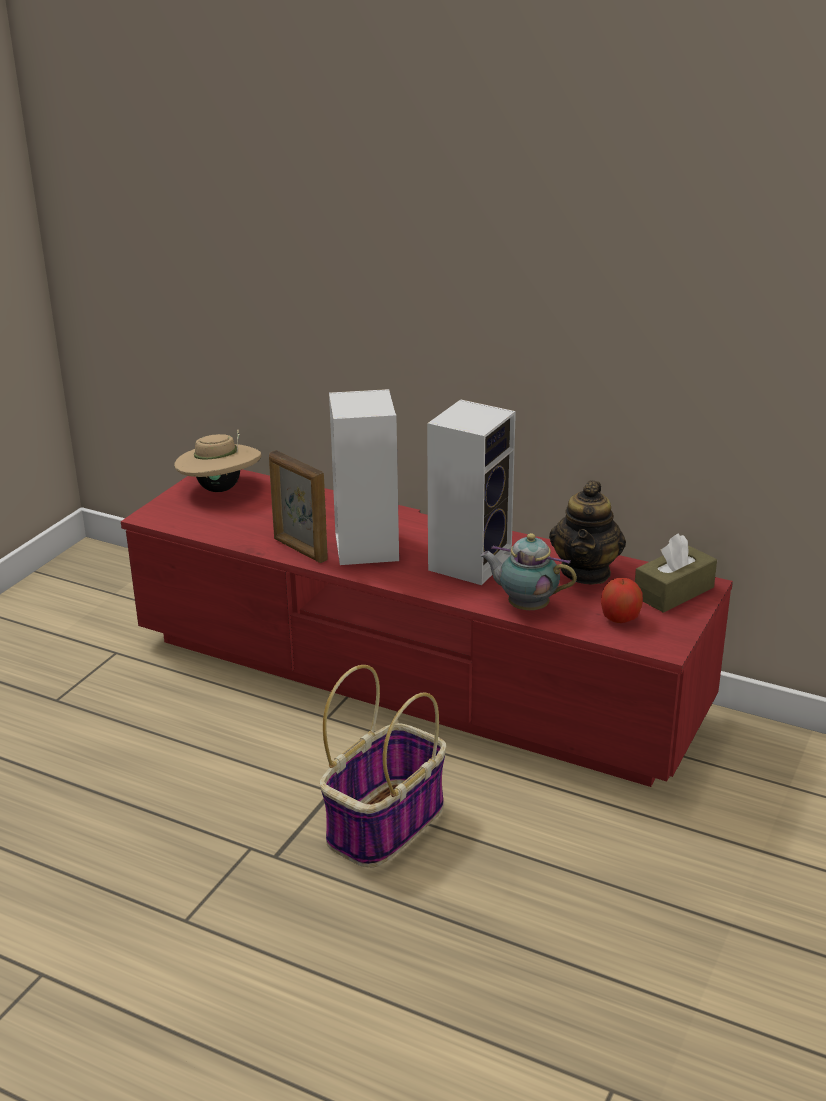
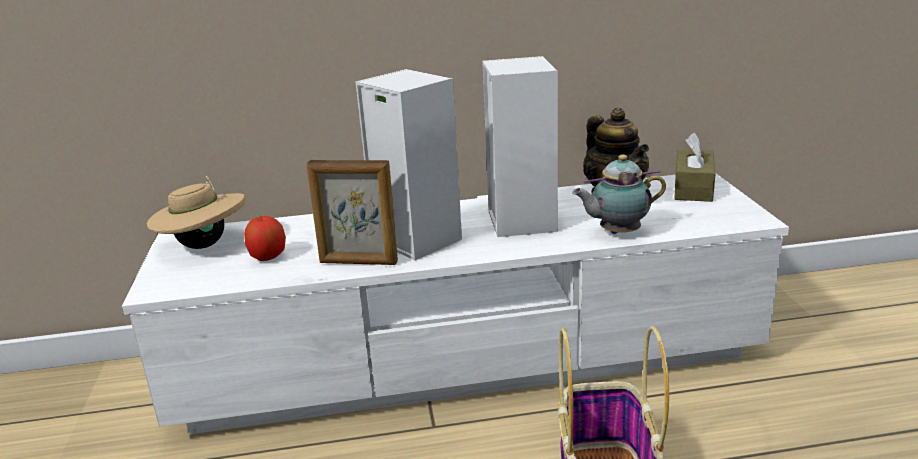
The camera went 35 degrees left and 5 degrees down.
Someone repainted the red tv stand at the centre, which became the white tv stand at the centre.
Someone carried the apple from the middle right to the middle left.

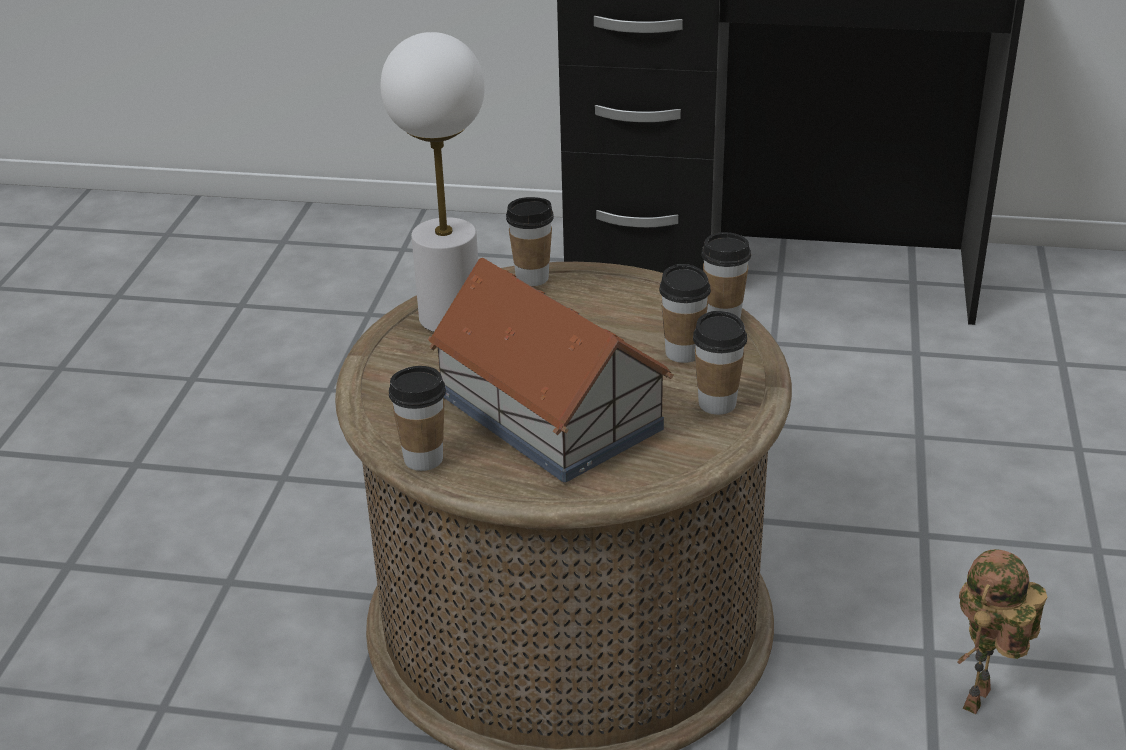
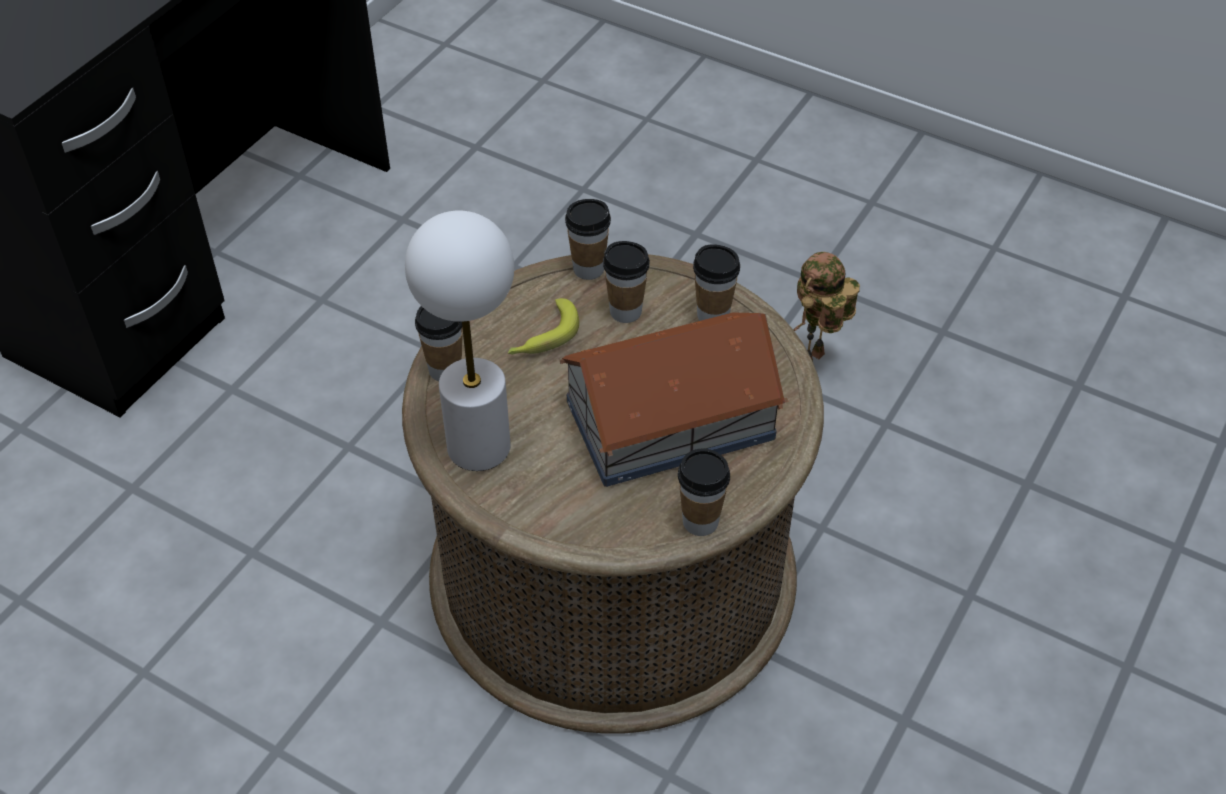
The camera went 70 degrees left and 15 degrees up.
Someone put down the banana at the centre.
Someone rotated the toy robot at the bottom right by 75 degrees clockwise.

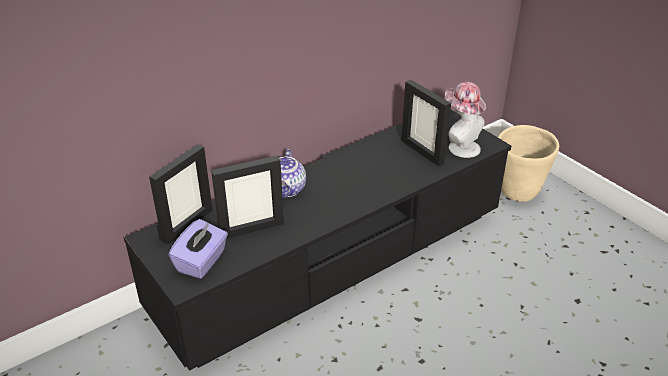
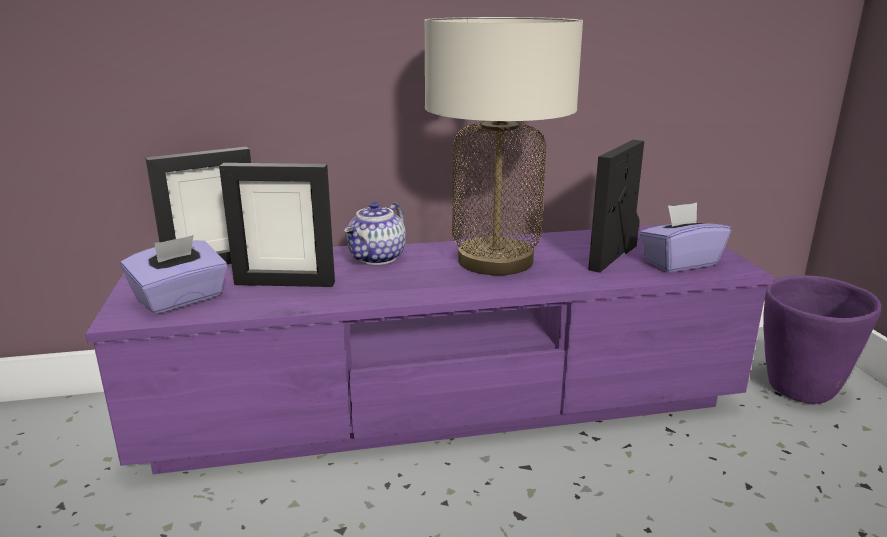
The camera went 25 degrees right and 15 degrees down.
Someone repainted the black tv stand at the centre, which became the purple tv stand at the centre.
Someone put down the table lamp at the top centre.
Someone rotated the picture frame (3rd from left) at the top centre by 45 degrees clockwise.
Someone swapped the hat at the top right for the purple tissue box (2nd from left) at the middle right.
Someone repainted the beige planter at the middle right, which became the purple planter at the middle right.

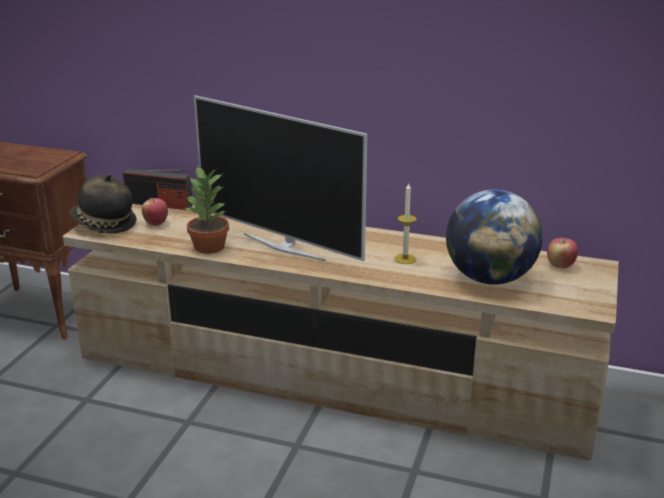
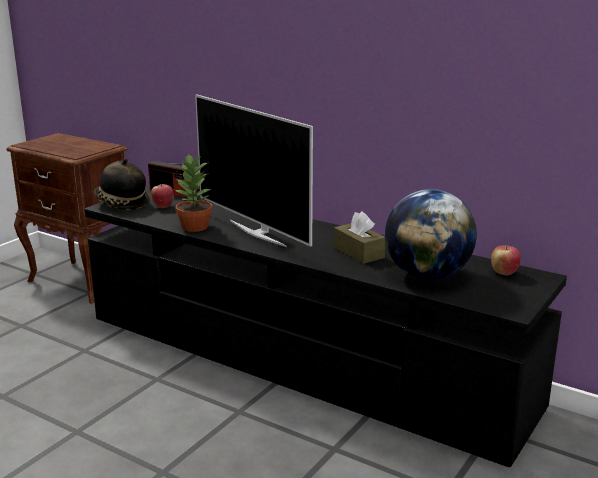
The camera went 15 degrees right and 5 degrees down.
Someone repainted the beige tv stand at the bottom centre, which became the black tv stand at the bottom centre.
Someone swapped the candle at the centre for the brown tissue box at the centre.

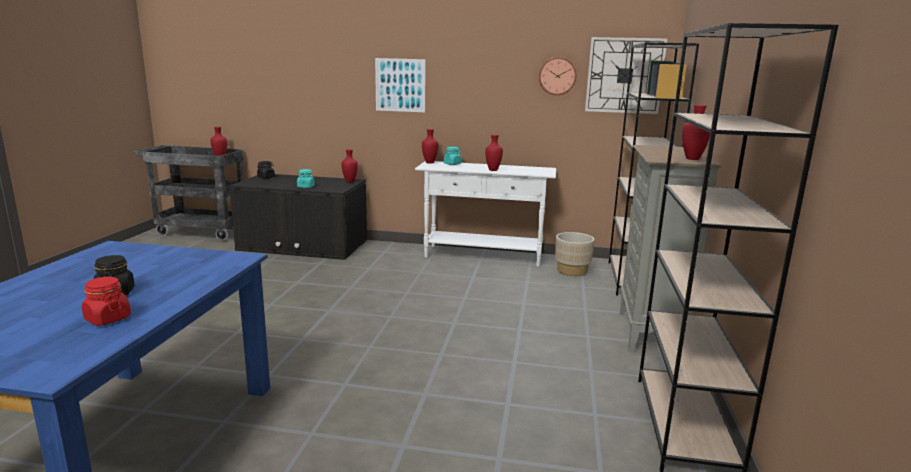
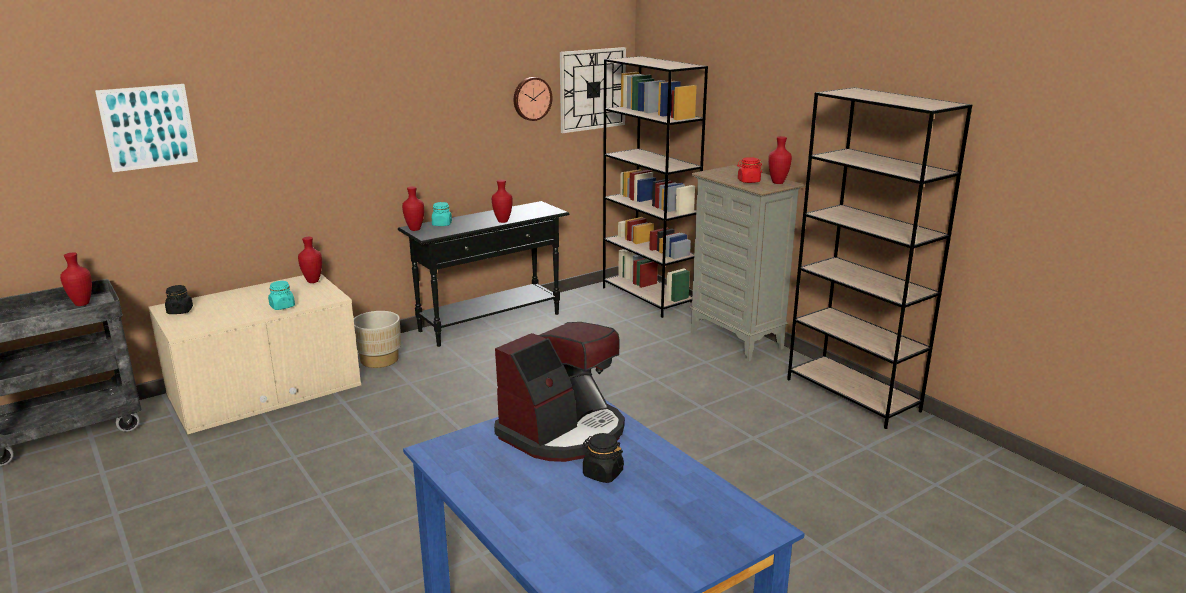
The camera went 45 degrees left and 5 degrees up.
Someone carried the picture from the top centre to the top left.
Someone repainted the black cabinet at the middle left, which became the beige cabinet at the middle left.
Someone carried the beige planter from the centre to the middle left.
Someone repainted the white console table at the centre, which became the black console table at the centre.
Someone put down the coffee machine at the centre.
Someone carried the red jar from the middle left to the top centre.

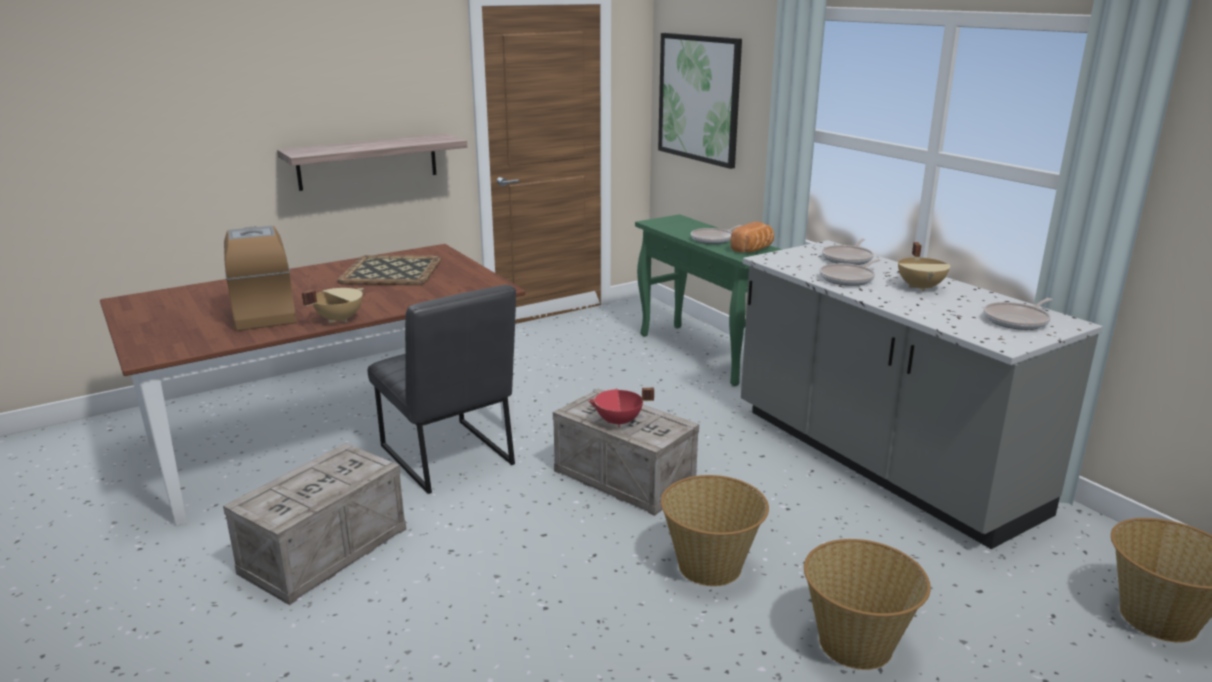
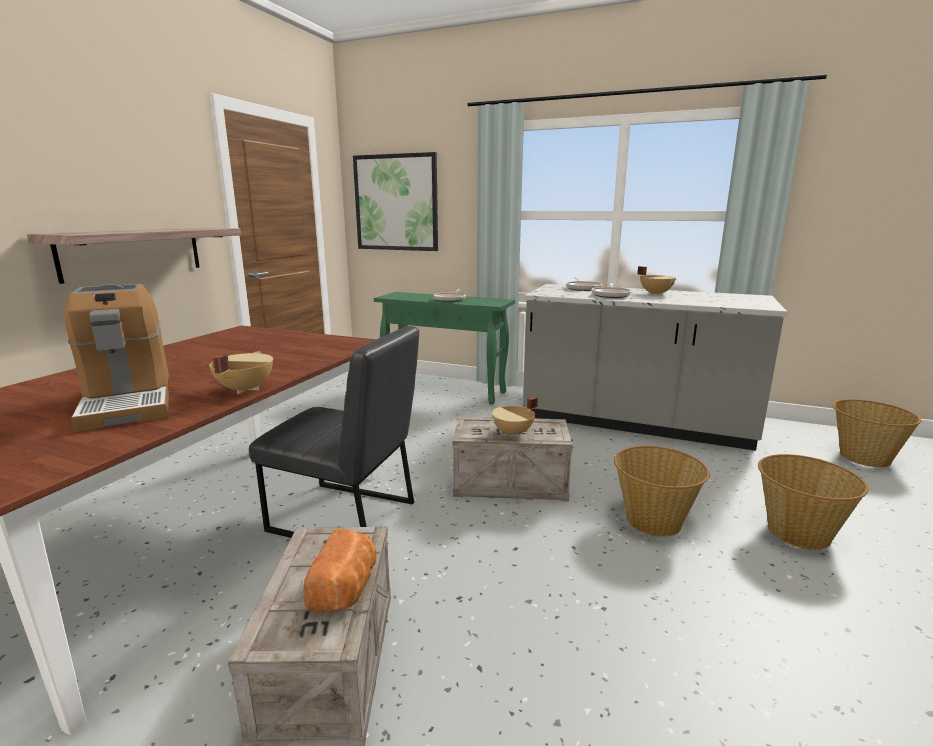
The camera went 35 degrees left and 5 degrees down.
Someone rotated the coffee machine at the middle left by 150 degrees counterclockwise.
Someone carried the bread from the centre to the bottom centre.
Someone repainted the red cooking pot at the centre, which became the beige cooking pot (2nd from left) at the centre.
Someone took away the tray at the middle left.
Someone took away the frying pan (4th from left) at the middle right.

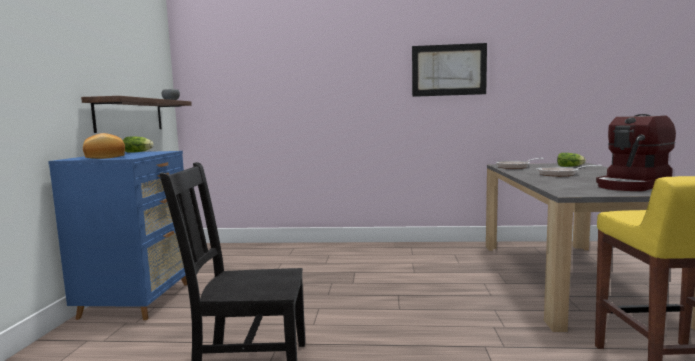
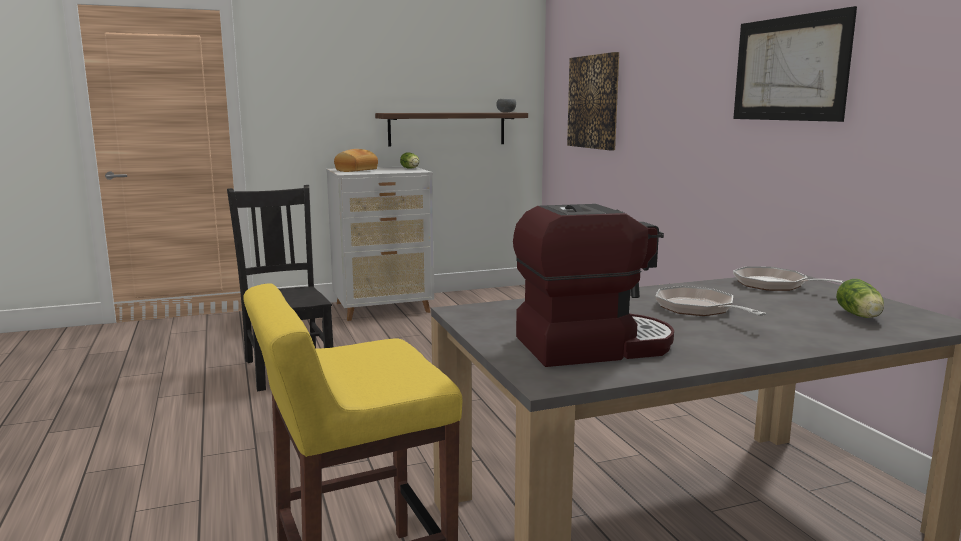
The camera went 65 degrees right and 5 degrees up.
Someone repainted the blue dresser at the middle left, which became the white dresser at the centre.
Someone rotated the coffee machine at the middle right by 135 degrees clockwise.
Someone put up the picture (1st from left) at the top centre.

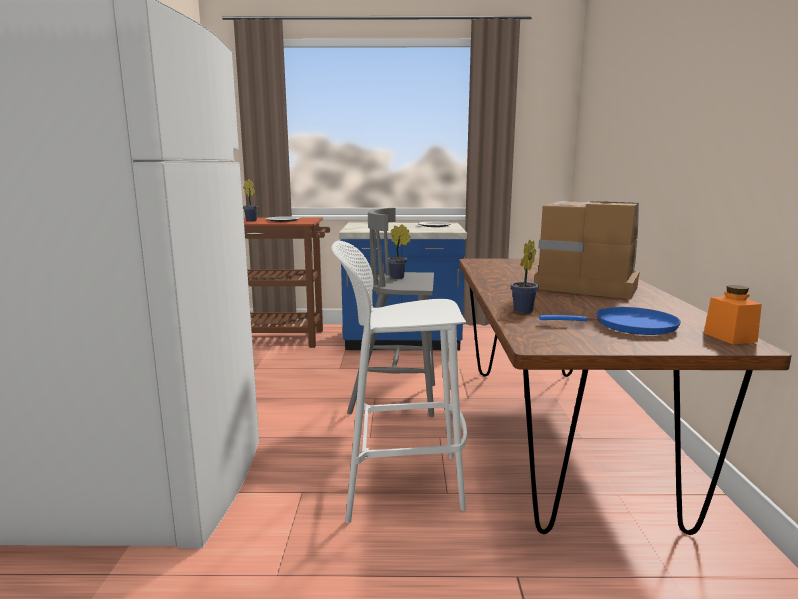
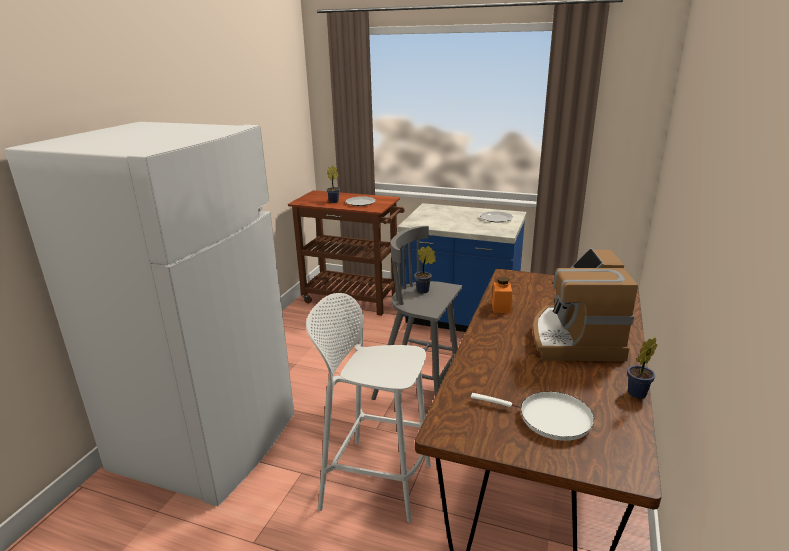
The camera went 20 degrees right and 10 degrees up.
Someone repainted the blue frying pan at the middle right, which became the white frying pan at the bottom right.
Someone carried the orange jar from the middle right to the centre.
Someone rotated the coffee machine at the middle right by 135 degrees counterclockwise.
Someone carried the potted plant (3rd from left) from the centre to the bottom right.

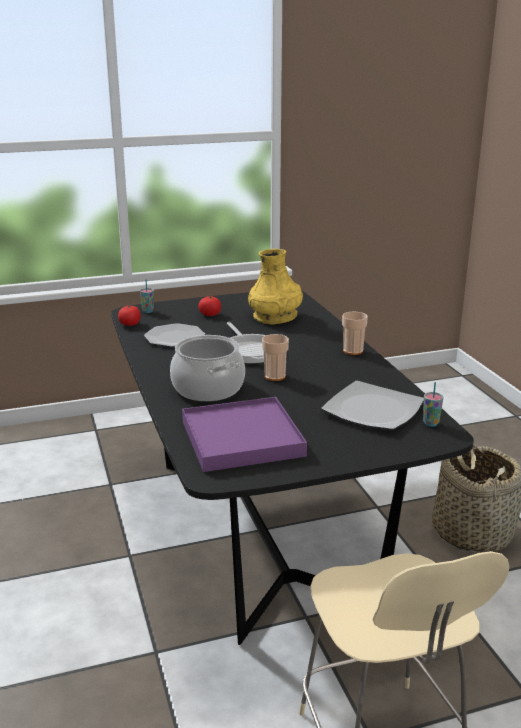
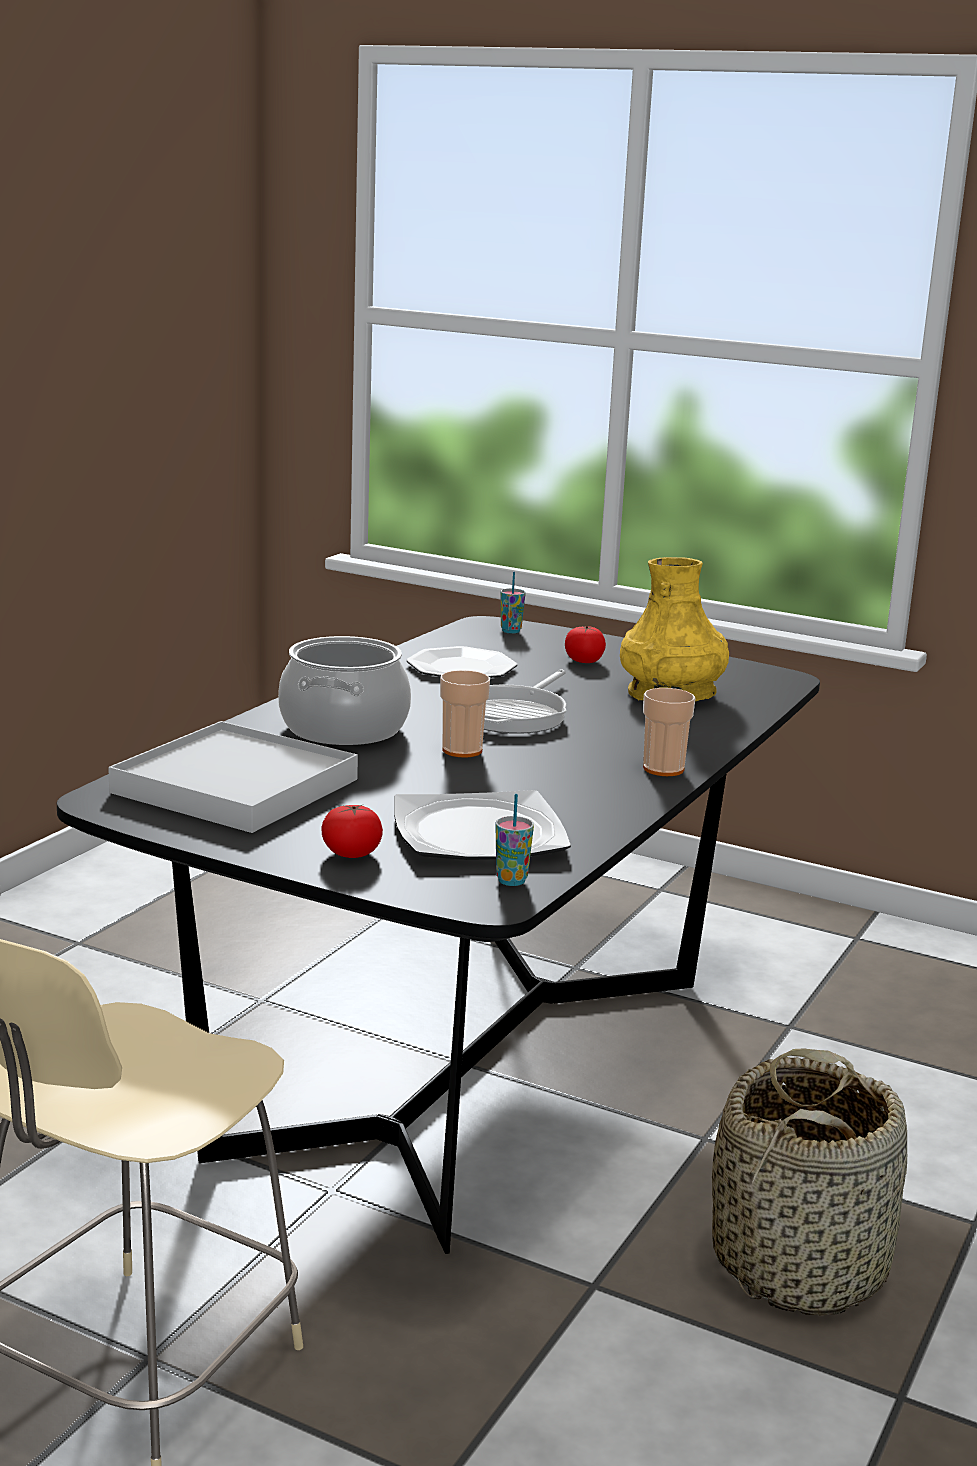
The camera went 45 degrees right and 5 degrees down.
Someone repainted the purple tray at the centre, which became the white tray at the middle left.
Someone carried the tomato (1st from left) from the middle left to the centre.

